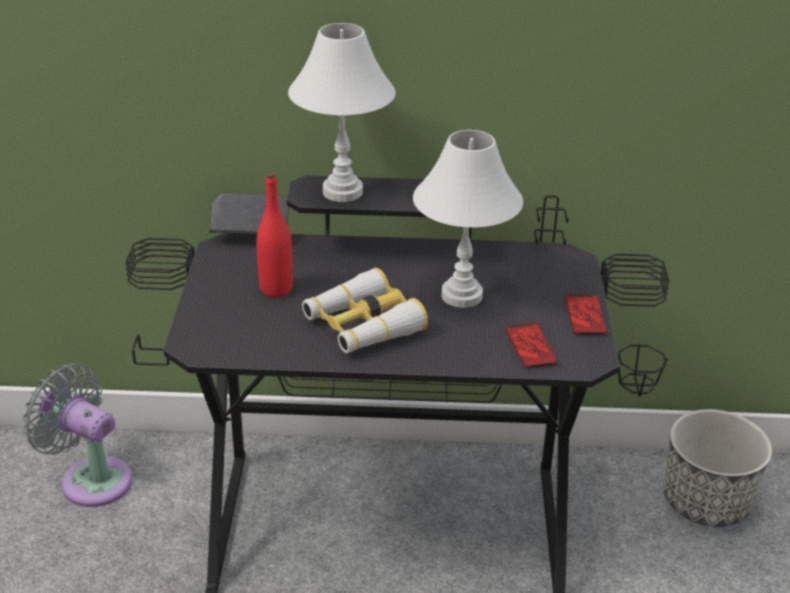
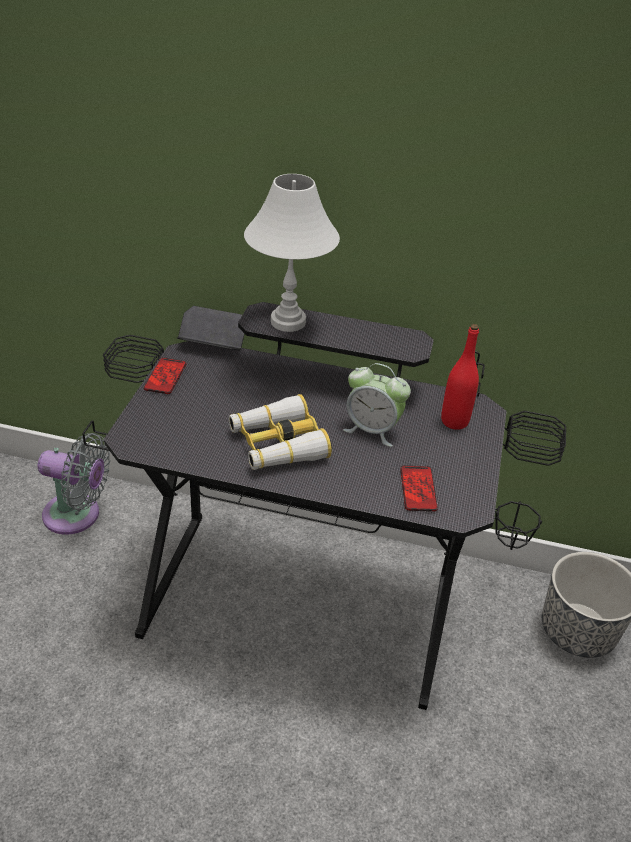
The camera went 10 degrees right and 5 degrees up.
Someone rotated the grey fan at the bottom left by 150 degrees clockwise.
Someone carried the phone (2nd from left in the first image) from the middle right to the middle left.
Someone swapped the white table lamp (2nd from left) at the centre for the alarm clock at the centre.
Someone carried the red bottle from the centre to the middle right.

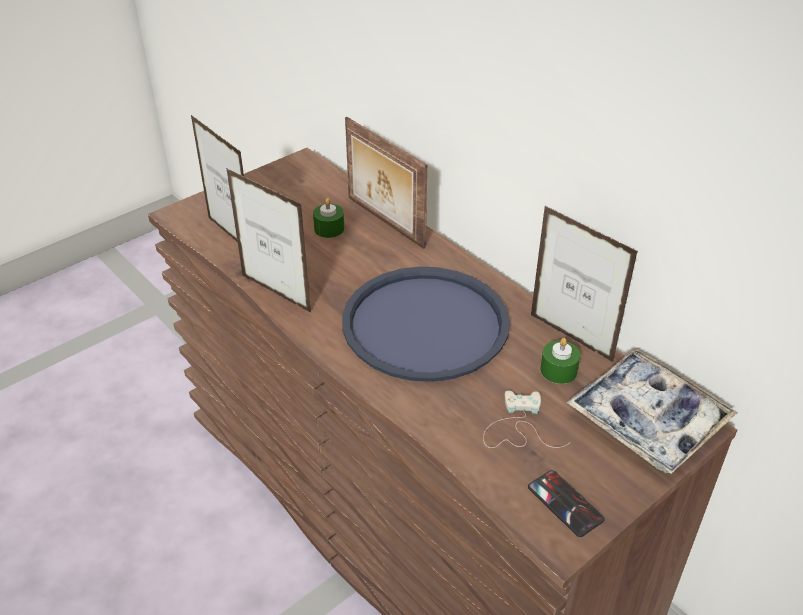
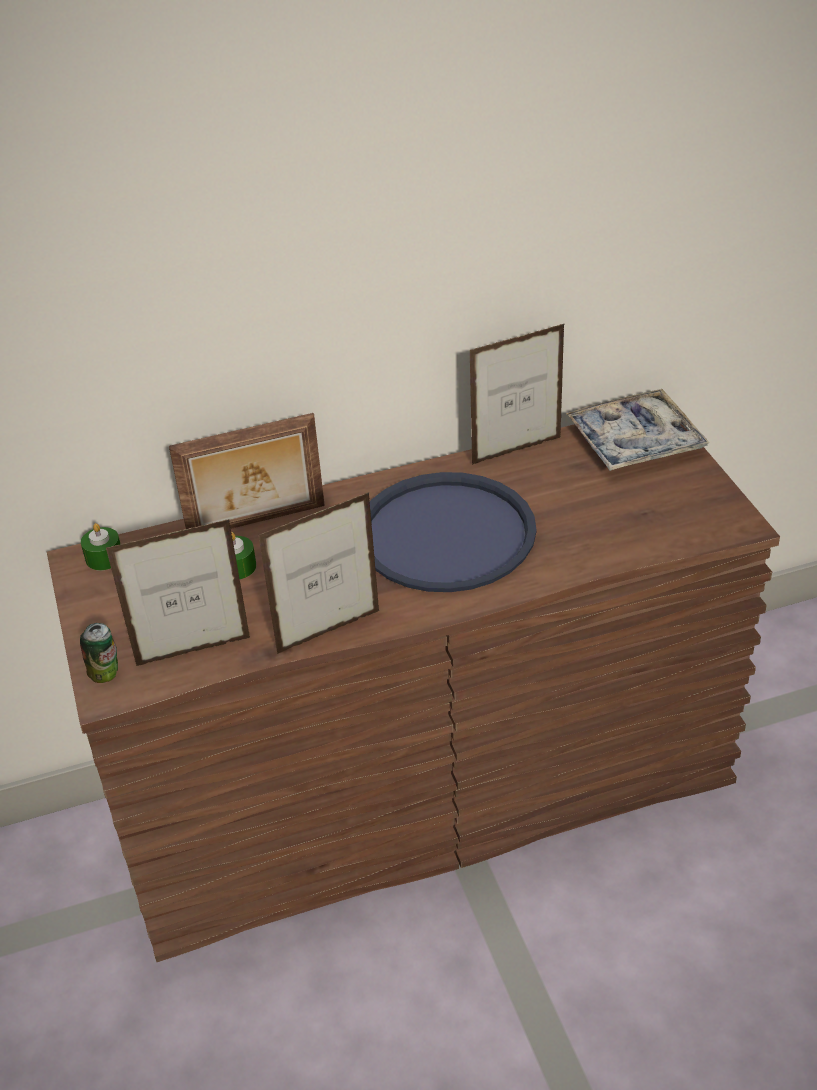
The camera went 65 degrees left and 0 degrees up.
Someone put down the can at the middle left.
Someone carried the green candle (2nd from left in the first image) from the middle right to the middle left.
Someone took away the white game controller at the bottom centre.
Someone took away the phone at the bottom right.

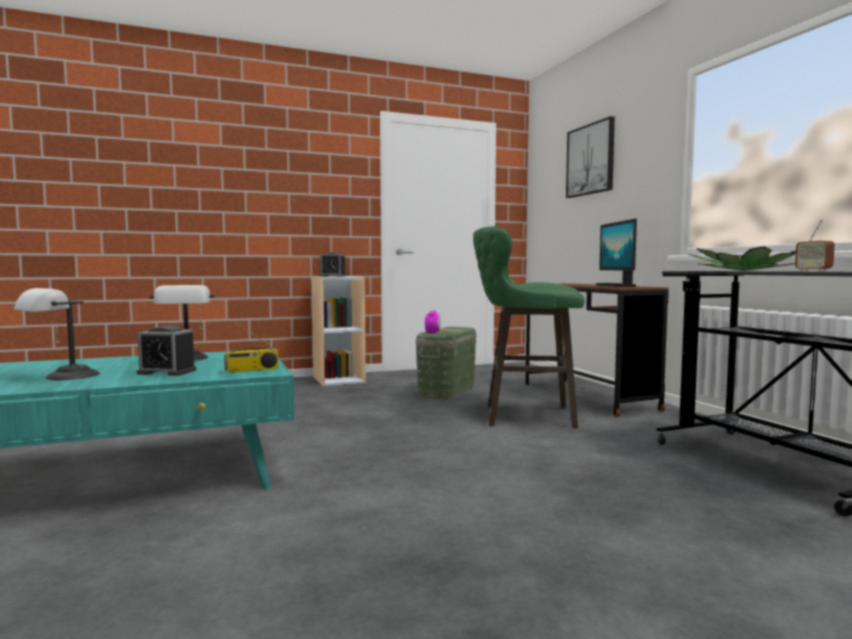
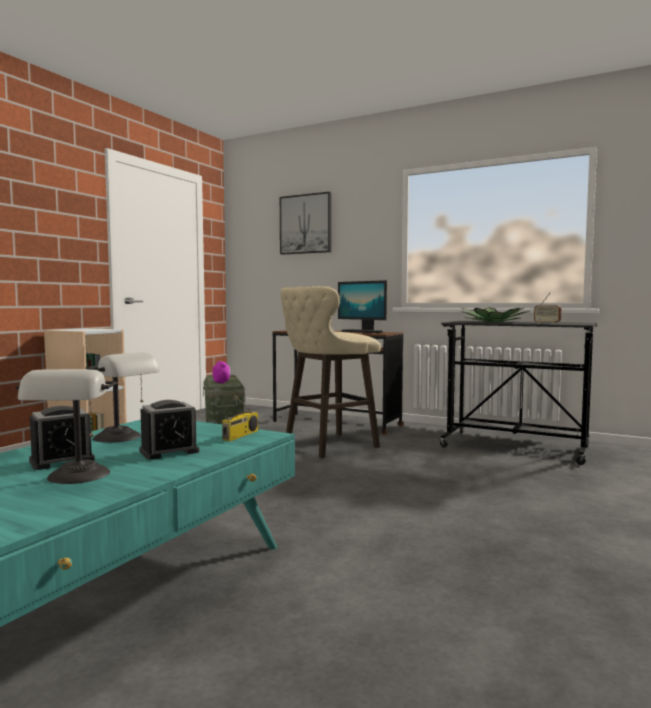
The camera went 40 degrees left and 0 degrees up.
Someone carried the alarm clock (2nd from left in the first image) from the centre to the middle left.
Someone repainted the green stool at the centre, which became the beige stool at the centre.

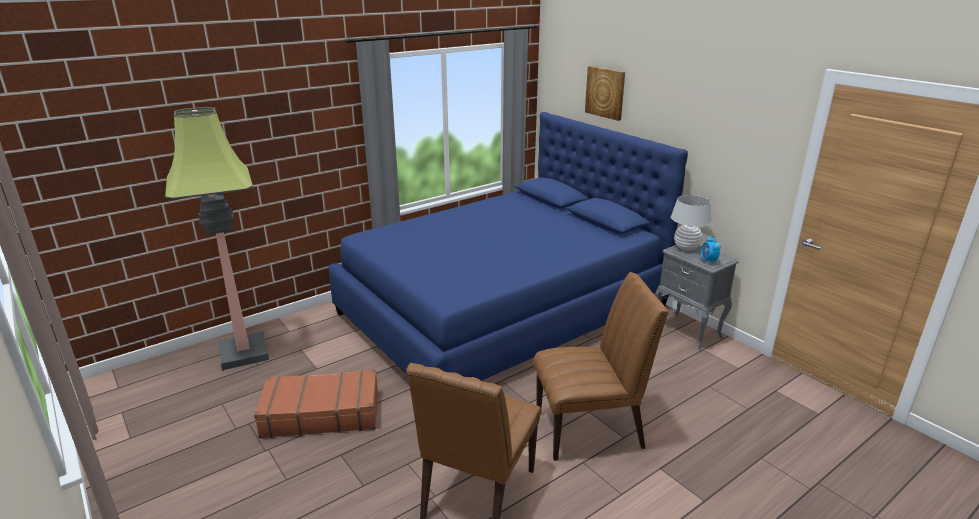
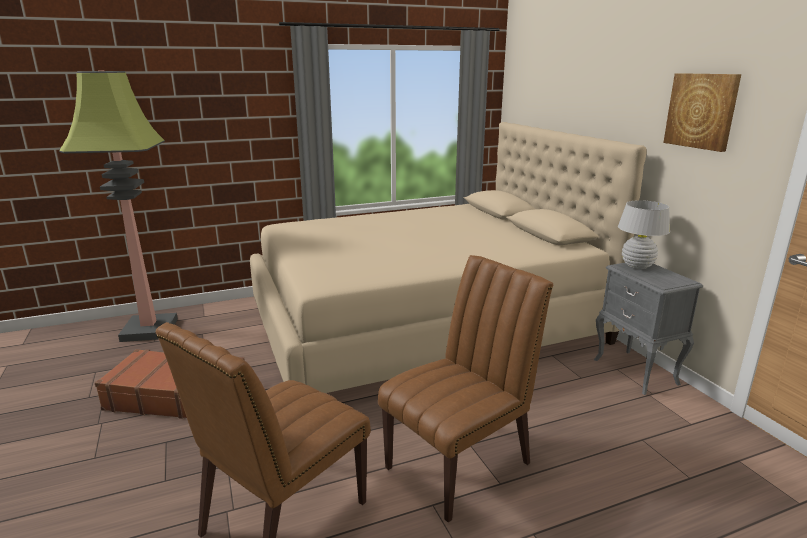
The camera went 15 degrees right and 5 degrees down.
Someone repainted the blue bed at the centre, which became the beige bed at the centre.
Someone rotated the brown chair (2nd from left) at the bottom centre by 45 degrees counterclockwise.
Someone carried the picture from the top centre to the top right.
Someone took away the alarm clock at the middle right.

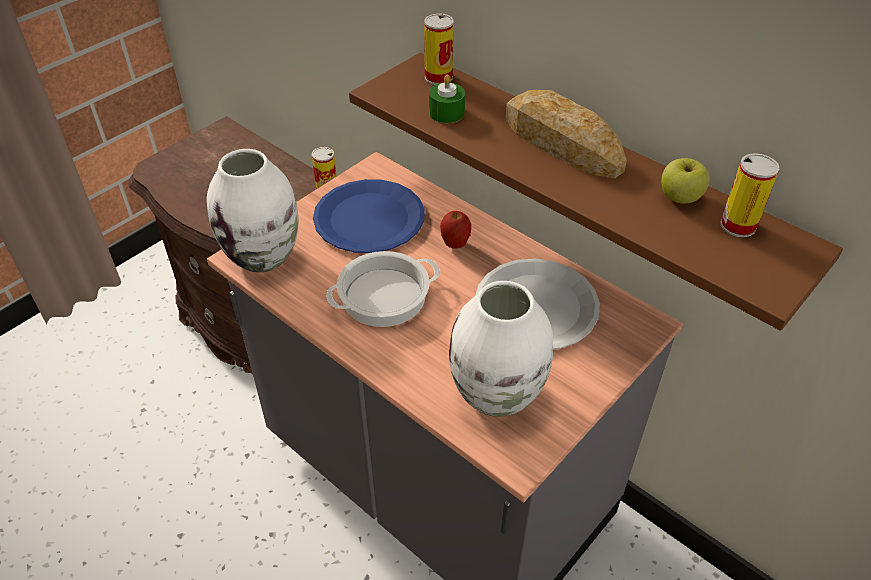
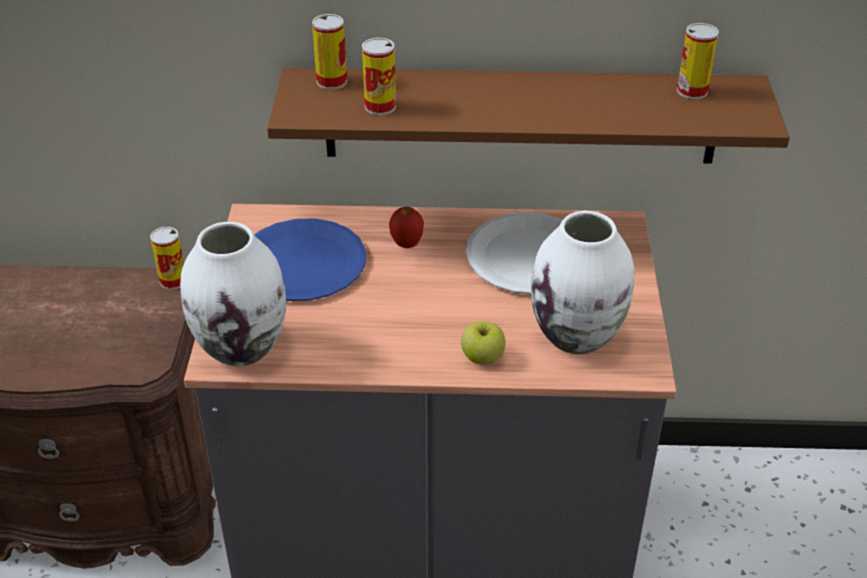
The camera went 40 degrees left and 5 degrees down.
Someone swapped the green candle at the top centre for the can (3rd from left) at the top centre.
Someone carried the apple (2nd from left) from the top right to the centre.
Someone took away the cooking pot at the centre.
Someone took away the bread at the top centre.

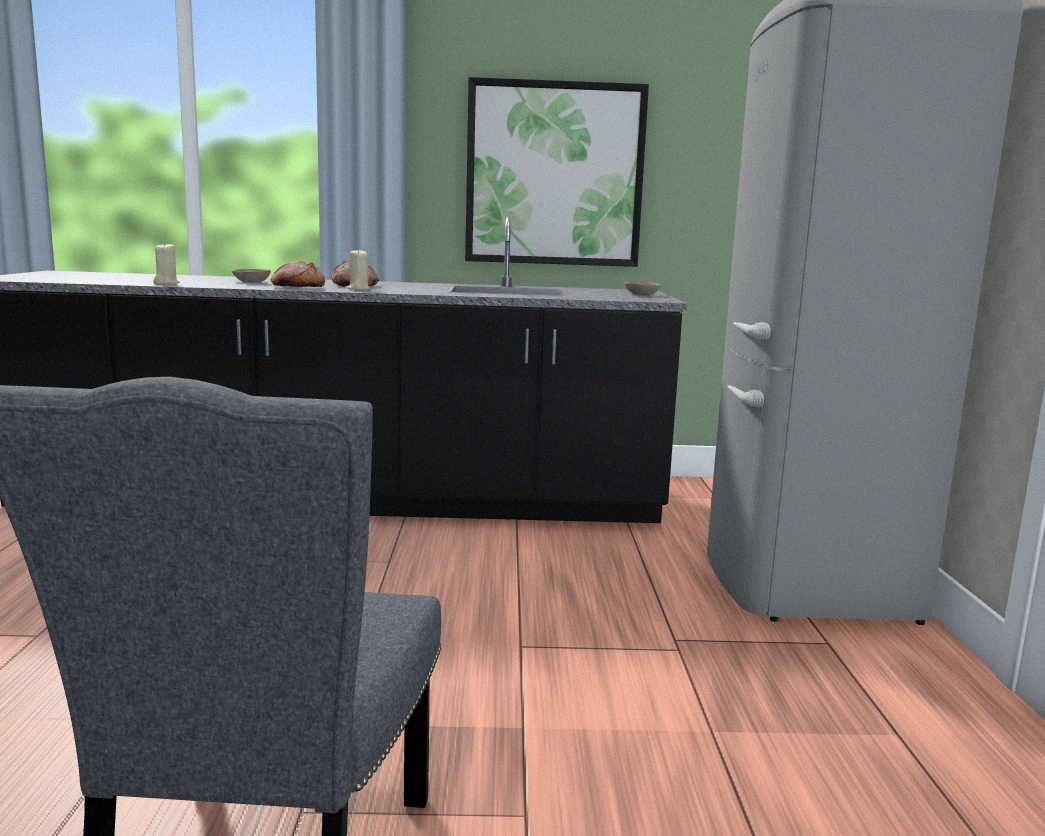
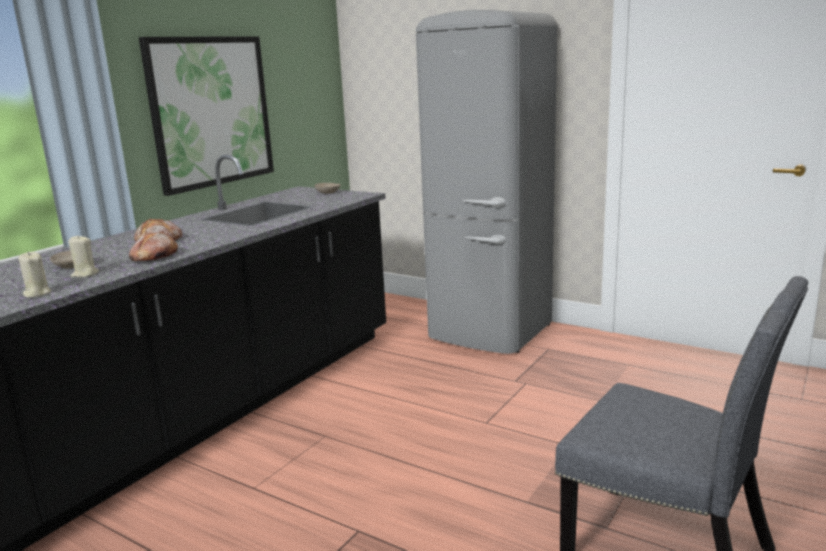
The camera went 55 degrees left and 5 degrees up.
Someone carried the beige candle (2nd from left) from the top centre to the middle left.

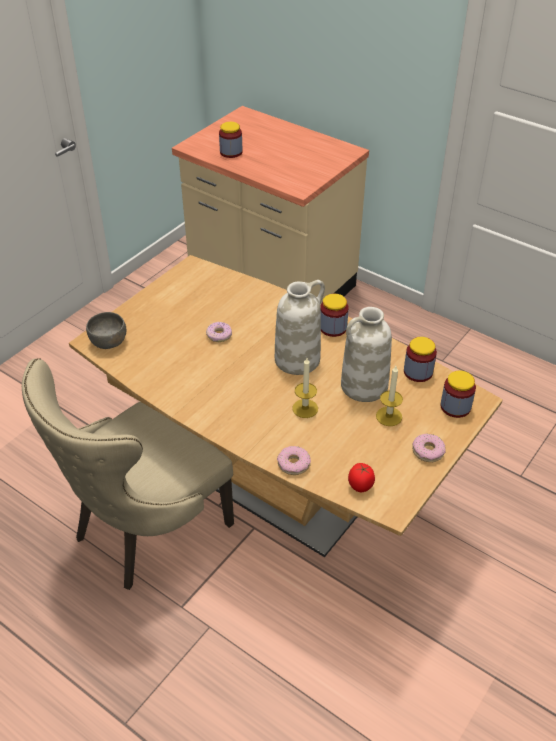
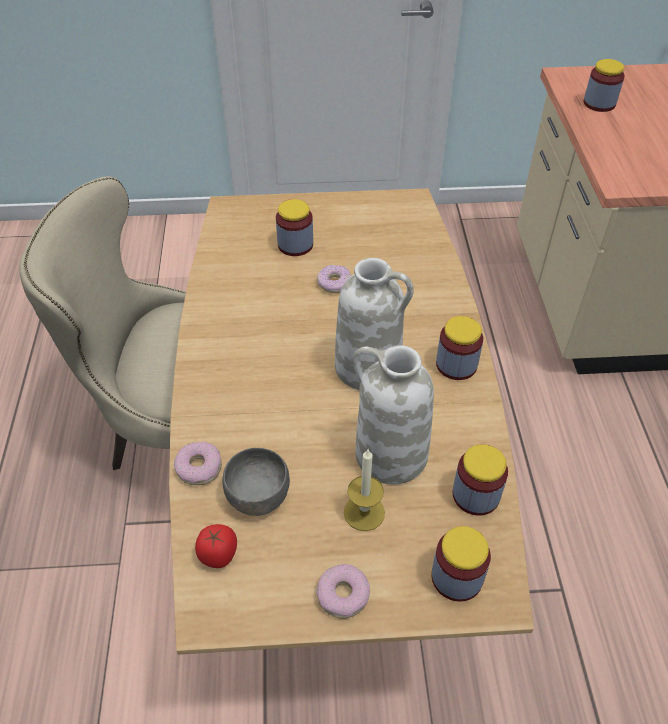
The camera went 50 degrees right and 5 degrees up.
Someone carried the grey bowl from the middle left to the centre.
Someone put down the jar (1st from left) at the top centre.
Someone took away the candle (1st from left) at the centre.

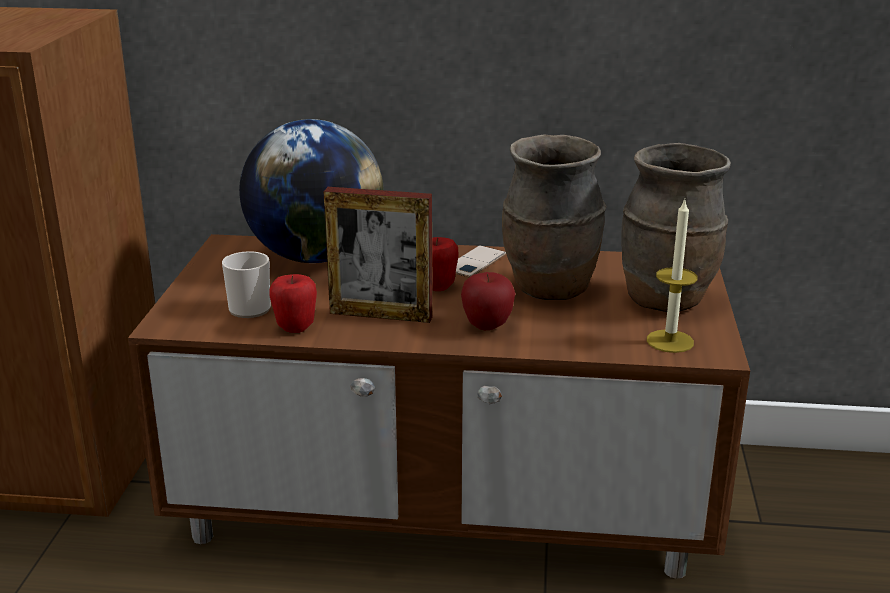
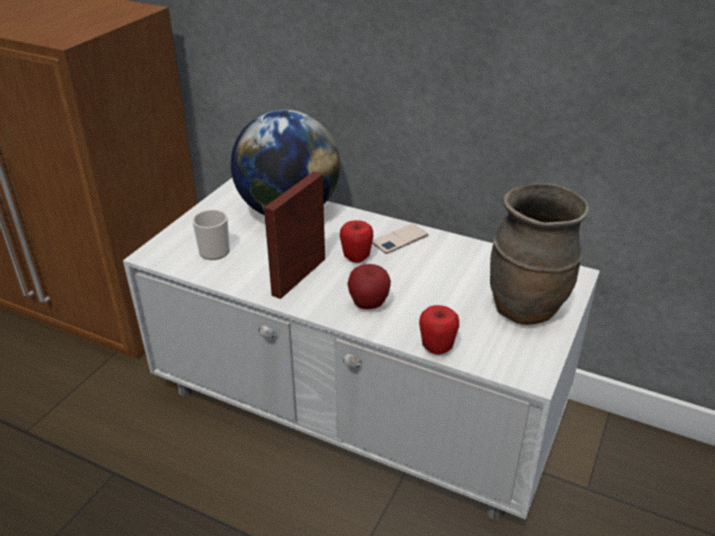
The camera went 20 degrees right and 10 degrees up.
Someone repainted the brown tv stand at the bottom centre, which became the white tv stand at the centre.
Someone rotated the picture frame at the centre by 90 degrees clockwise.
Someone carried the apple (1st from left in the first image) from the middle left to the centre.
Someone took away the brown vase (1st from left) at the centre.
Someone took away the candle at the middle right.

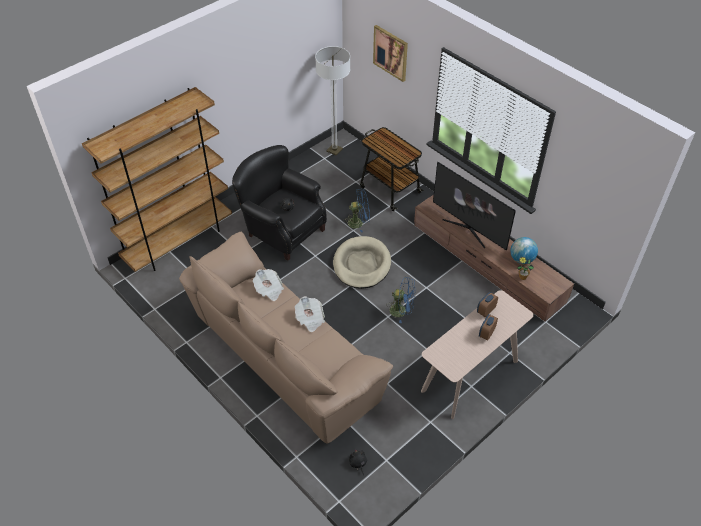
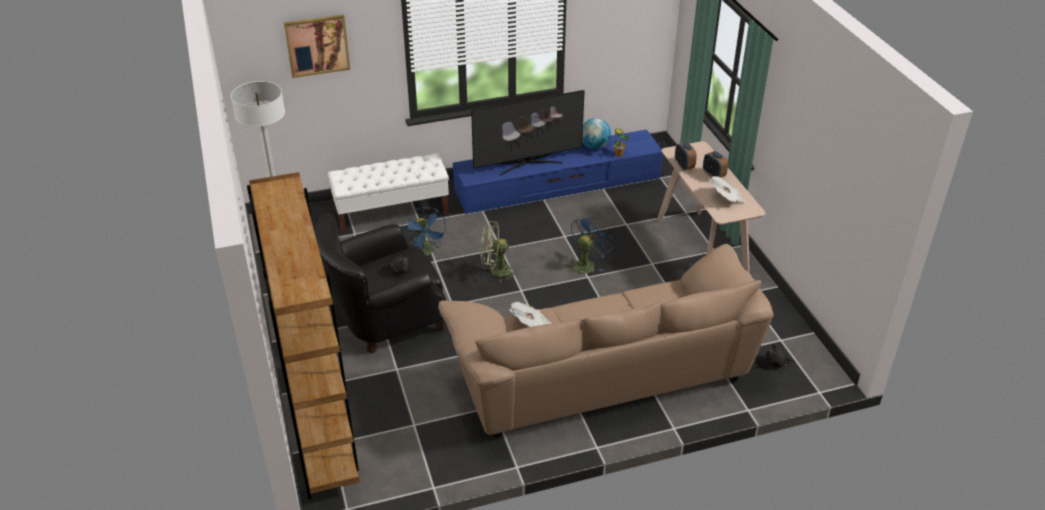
The camera went 65 degrees left and 10 degrees down.
Someone swapped the cart at the top centre for the white bench at the centre.
Someone rotated the blue fan (1st from left) at the centre by 135 degrees clockwise.
Someone repainted the brown tv stand at the middle right, which became the blue tv stand at the centre.
Someone swapped the beige dog bed at the centre for the green fan at the centre.
Someone carried the newspaper (2nd from left) from the centre to the middle right.

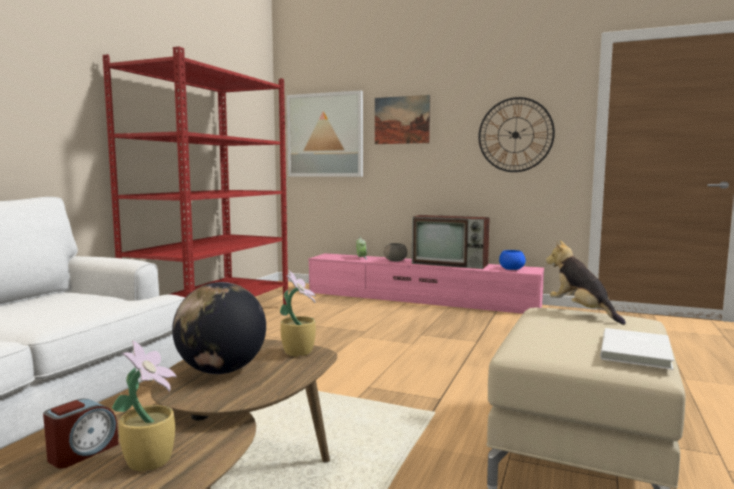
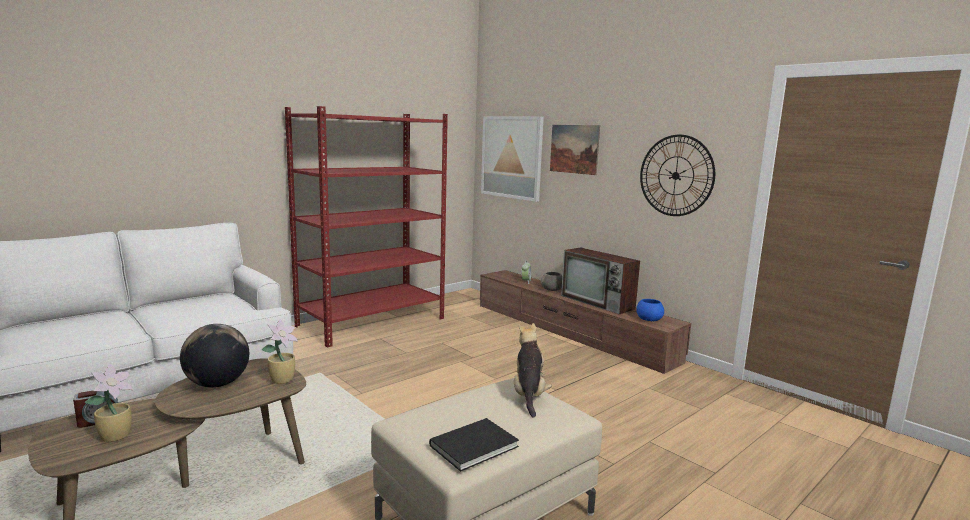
The camera went 25 degrees right and 5 degrees up.
Someone repainted the white book at the bottom right, which became the black book at the bottom centre.
Someone repainted the pink tv stand at the centre, which became the brown tv stand at the centre.

